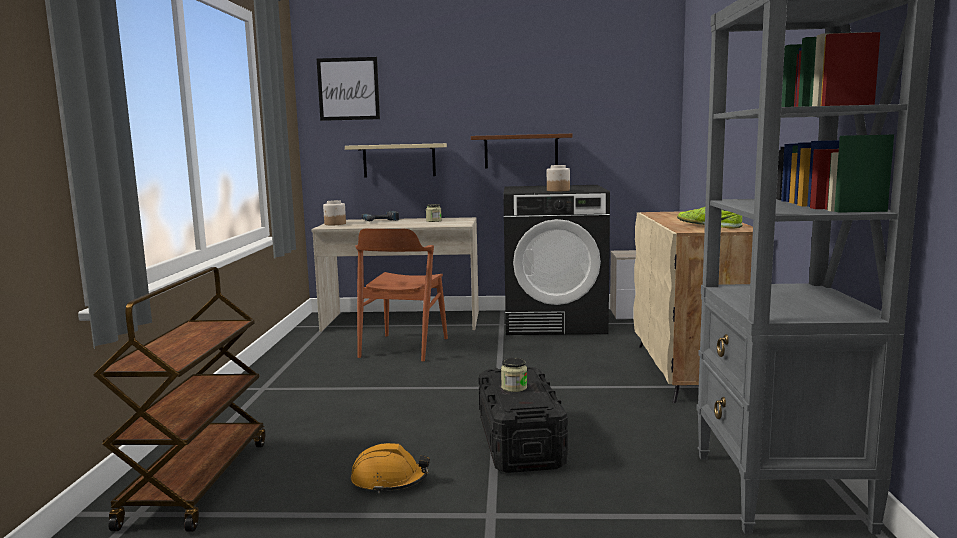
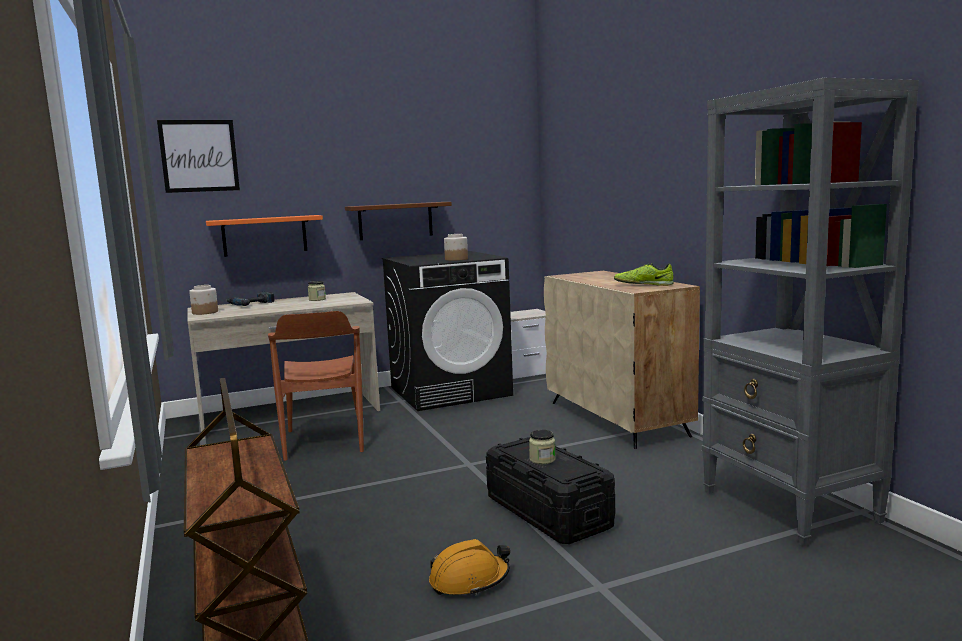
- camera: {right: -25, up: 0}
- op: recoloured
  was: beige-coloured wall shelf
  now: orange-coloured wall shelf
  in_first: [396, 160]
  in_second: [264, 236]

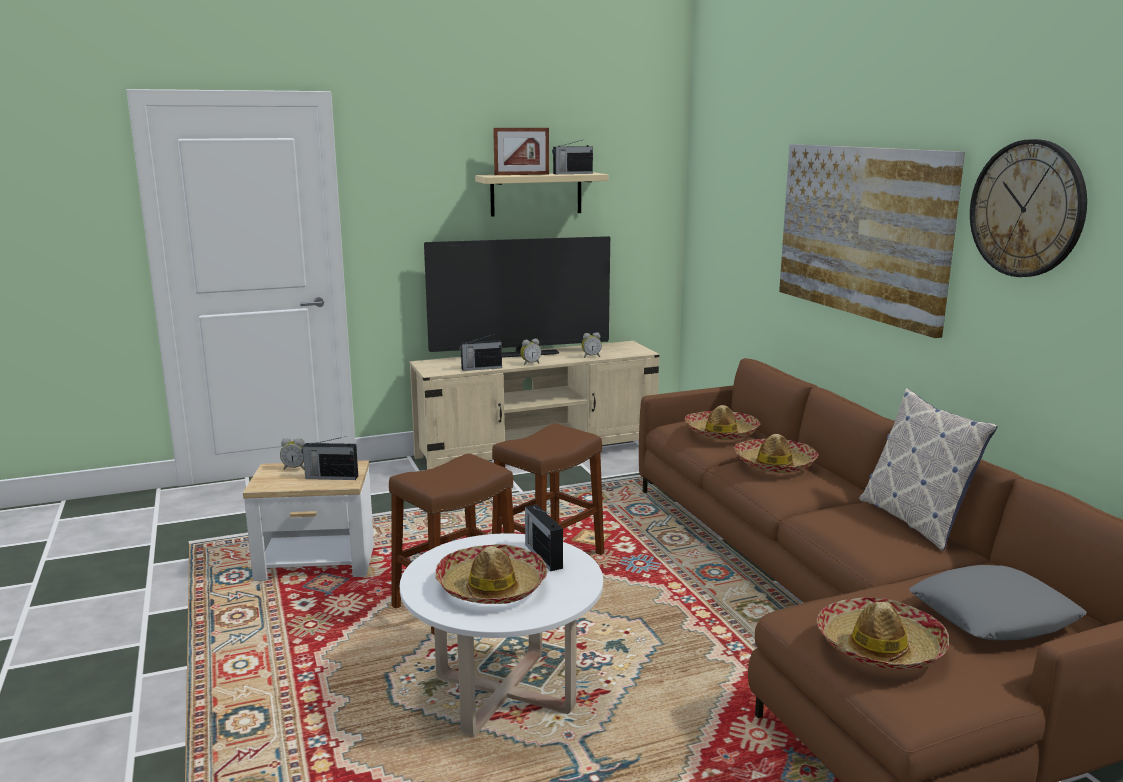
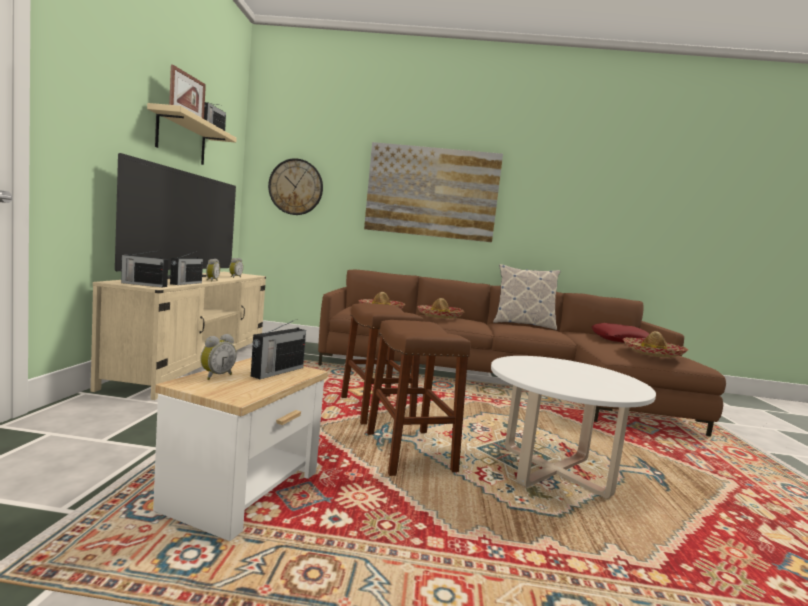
- camera: {right: -65, up: -10}
- op: removed
  was: hat
  in_first: [491, 574]
- op: moved
  was: radio set
  in_first: [544, 537]
  in_second: [144, 268]
- op: recoloured
  was: greyish pillow
  now: red pillow
  in_first: [998, 603]
  in_second: [620, 333]
- op: moved
  was: hanging clock
  in_first: [1028, 208]
  in_second: [295, 186]

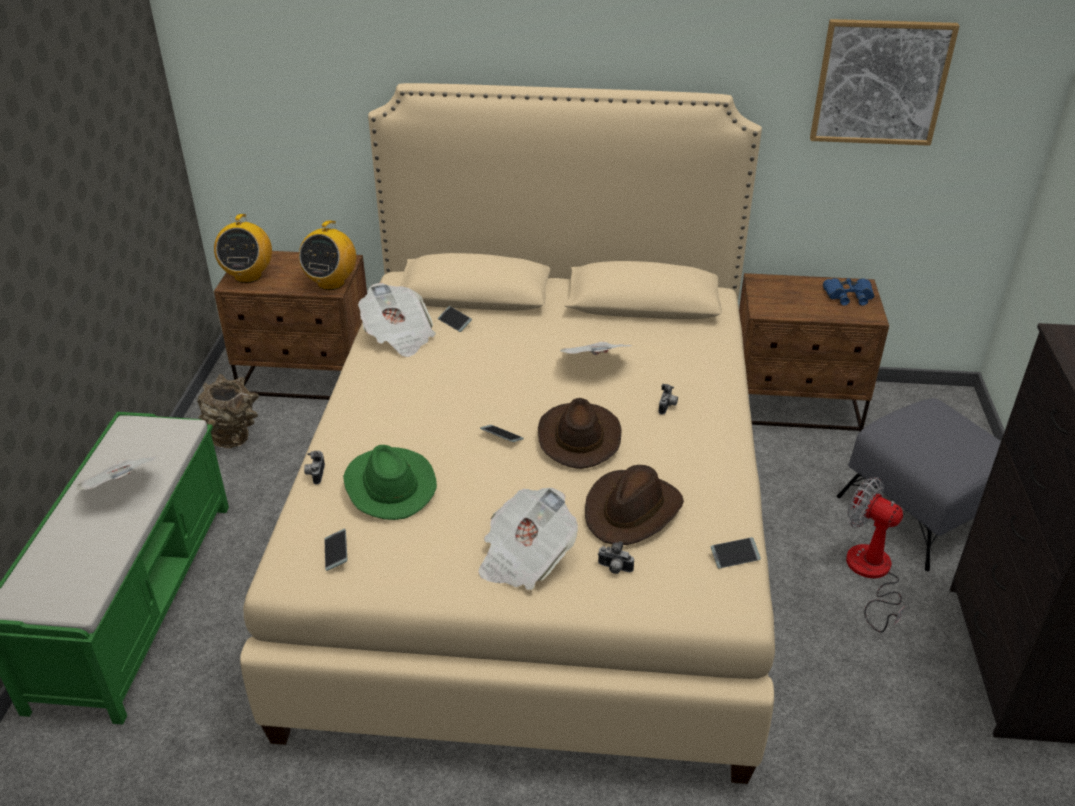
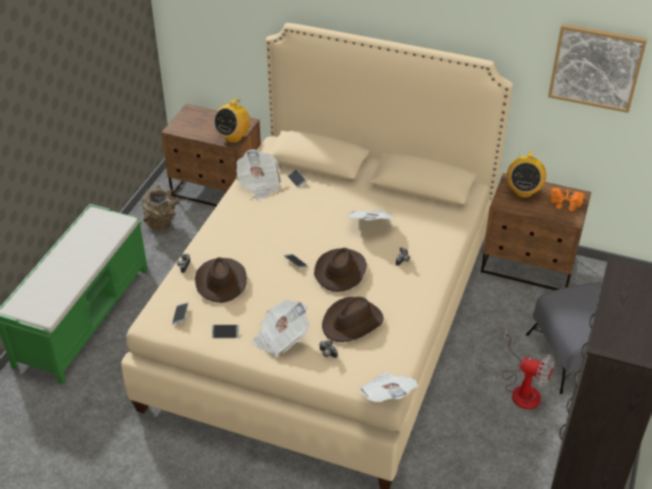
- camera: {right: 15, up: 5}
- op: moved
  was: newspaper
  in_first: [116, 473]
  in_second: [388, 387]
- op: moved
  was: radio set
  in_first: [243, 248]
  in_second: [526, 174]
- op: recoloured
  was: greenish hat
  now: brownish hat
  in_first: [390, 482]
  in_second: [221, 280]
- op: moved
  was: telephone
  in_first: [736, 552]
  in_second: [225, 331]
- op: recoloured
  was: blue field glasses
  now: orange-coloured field glasses
  in_first: [849, 292]
  in_second: [567, 199]
- op: turned
  was: fan
  in_first: [875, 555]
  in_second: [528, 368]
  clockwise: 150

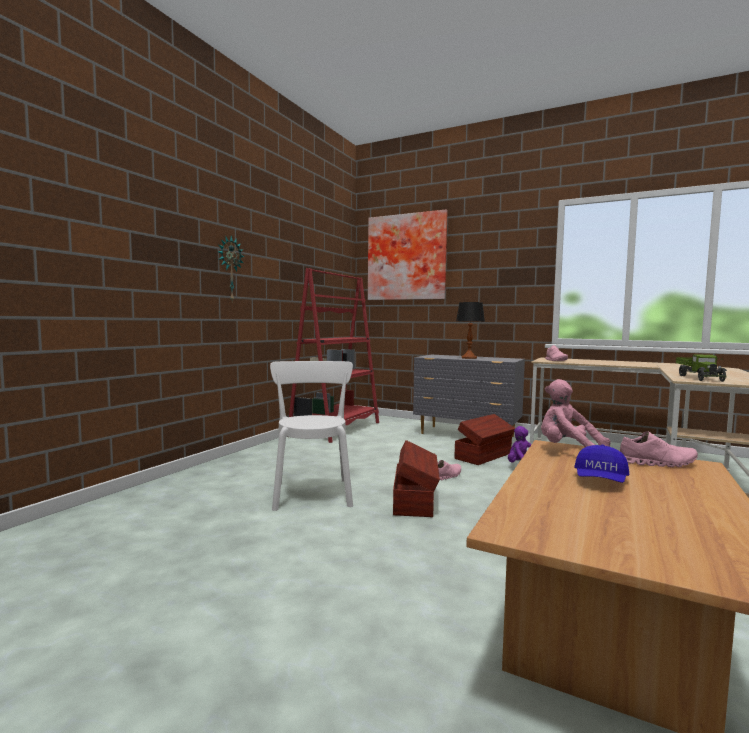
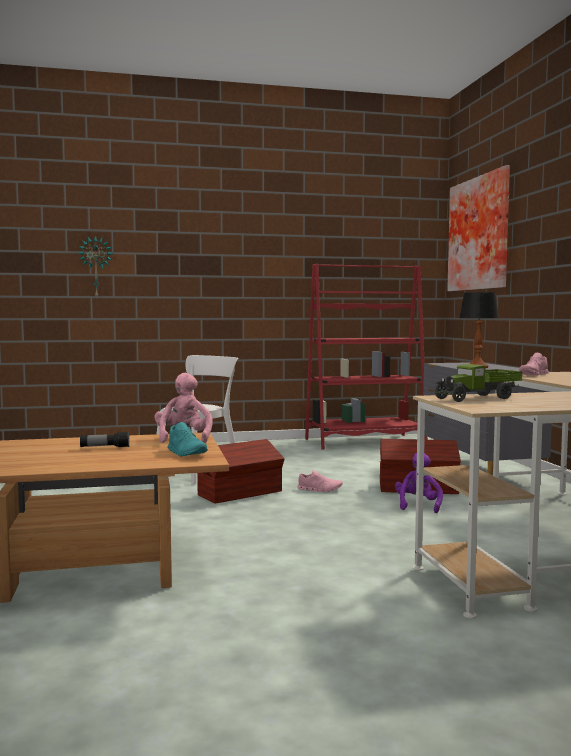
- camera: {right: 50, up: 0}
- op: moved
  was: hanging clock
  in_first: [231, 269]
  in_second: [96, 266]
- op: replaced
  was: blue baseball cap
  now: hand torch
  in_first: [601, 464]
  in_second: [104, 439]
- op: recoloured
  was: pink-coloured low shoe
  now: turquoise-coloured low shoe
  in_first: [659, 449]
  in_second: [188, 439]

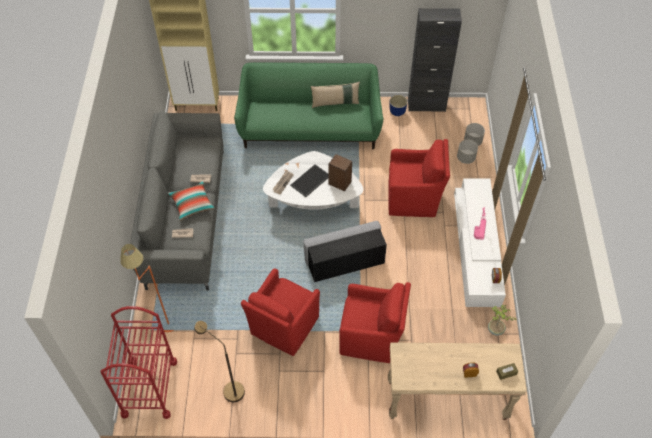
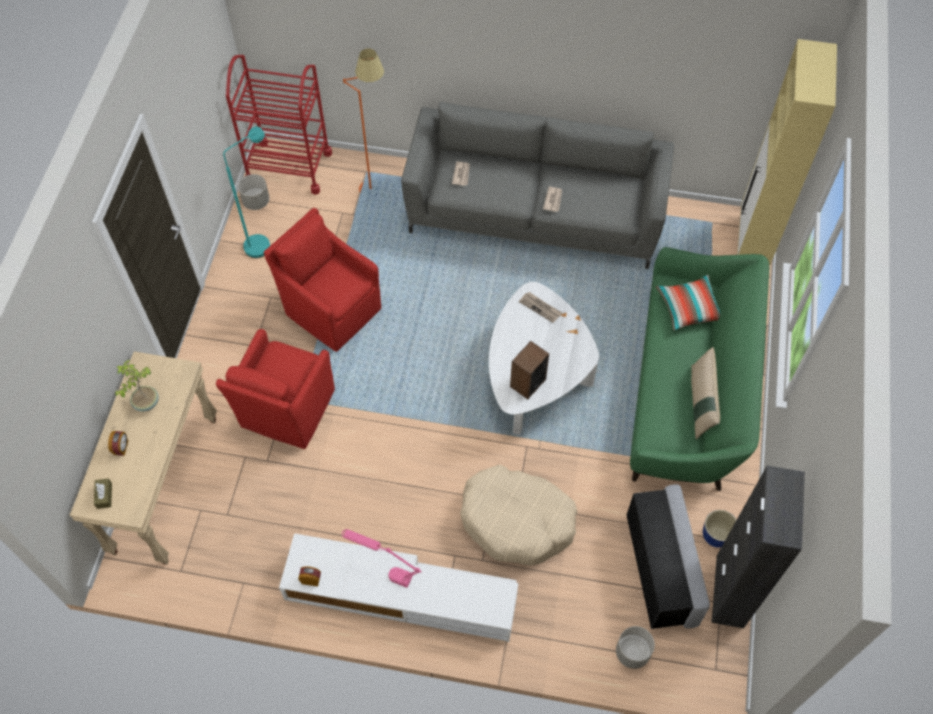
- camera: {right: 100, up: 5}
- op: moved
  was: pillow
  in_first: [191, 201]
  in_second: [688, 303]
- op: recoloured
  was: brownish standard lamp
  now: turquoise-coloured standard lamp
  in_first: [219, 361]
  in_second: [246, 192]
- op: removed
  was: tray
  in_first: [309, 180]
- op: moved
  was: greyish footrest
  in_first: [345, 251]
  in_second: [668, 556]
- op: replaced
  was: red lounge chair
  now: beige-coloured dog cushion
  in_first: [419, 178]
  in_second: [519, 515]
- op: moved
  was: greyish planter
  in_first: [467, 152]
  in_second: [254, 192]
- op: moved
  was: plant in a pot
  in_first: [502, 320]
  in_second: [137, 386]

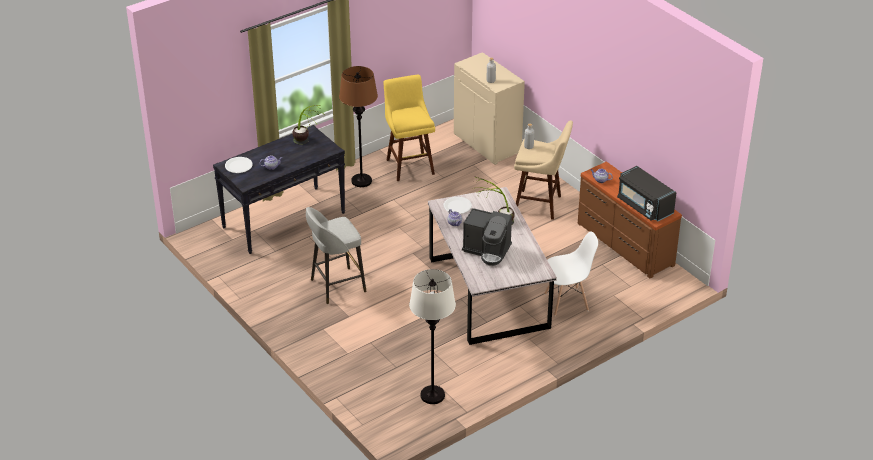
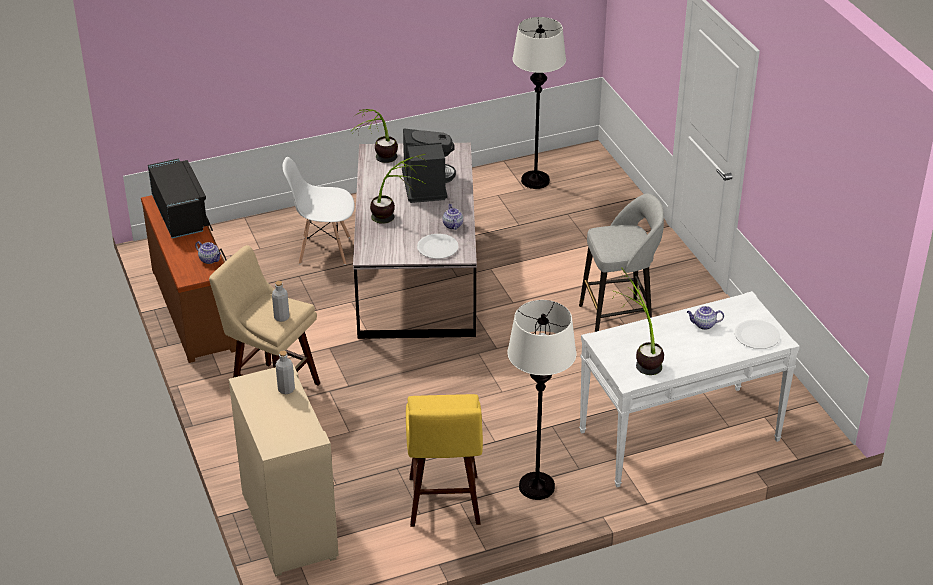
- camera: {right: -165, up: 0}
- op: recoloured
  was: blackish narrow table
  now: white-coloured narrow table
  in_first: [279, 189]
  in_second: [689, 389]
- op: recoloured
  was: brownish standard lamp
  now: white-coloured standard lamp
  in_first: [358, 126]
  in_second: [541, 400]
- op: turned
  was: coffee machine
  in_first: [487, 237]
  in_second: [429, 165]
  clockwise: 45
- op: added
  now: plant in a pot
  in_second: [375, 136]

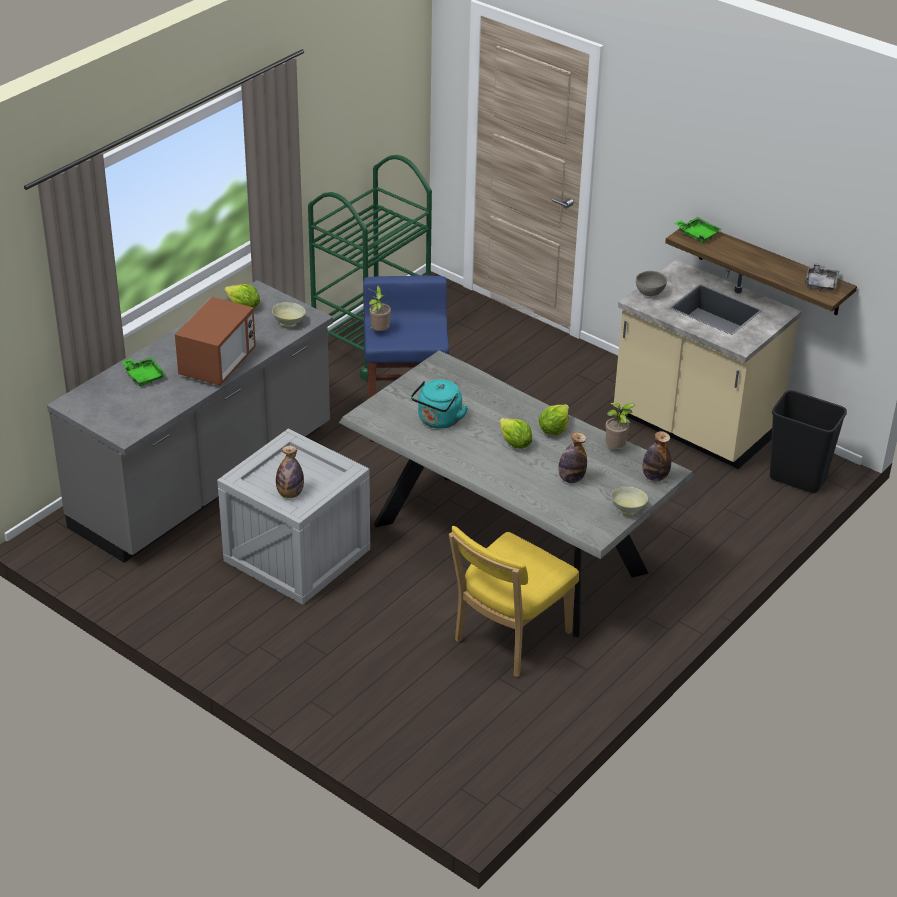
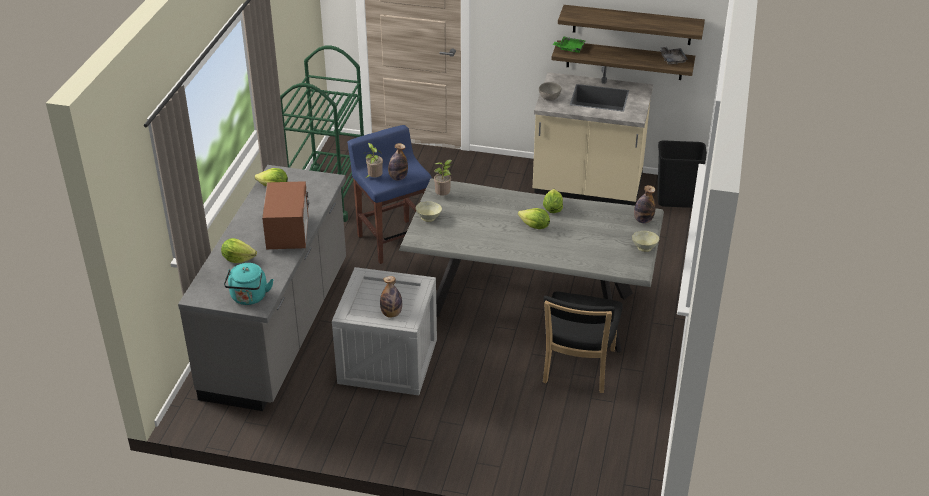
- camera: {right: -25, up: 0}
- op: replaced
  was: greenish tray
  now: lettuce head
  in_first: [144, 371]
  in_second: [239, 250]
- op: moved
  was: beige-coloured serving bowl
  in_first: [289, 315]
  in_second: [429, 211]
- op: moved
  was: turquoise-coloured tea kettle
  in_first: [439, 404]
  in_second: [249, 284]
- op: recoloured
  was: yellow plain chair
  now: blackish plain chair
  in_first: [514, 601]
  in_second: [583, 342]
- op: moved
  was: bottle
  in_first: [572, 457]
  in_second: [398, 162]
- op: moved
  was: plant in a pot
  in_first: [620, 425]
  in_second: [443, 178]
- op: added
  now: wall shelf
  in_second: [631, 25]

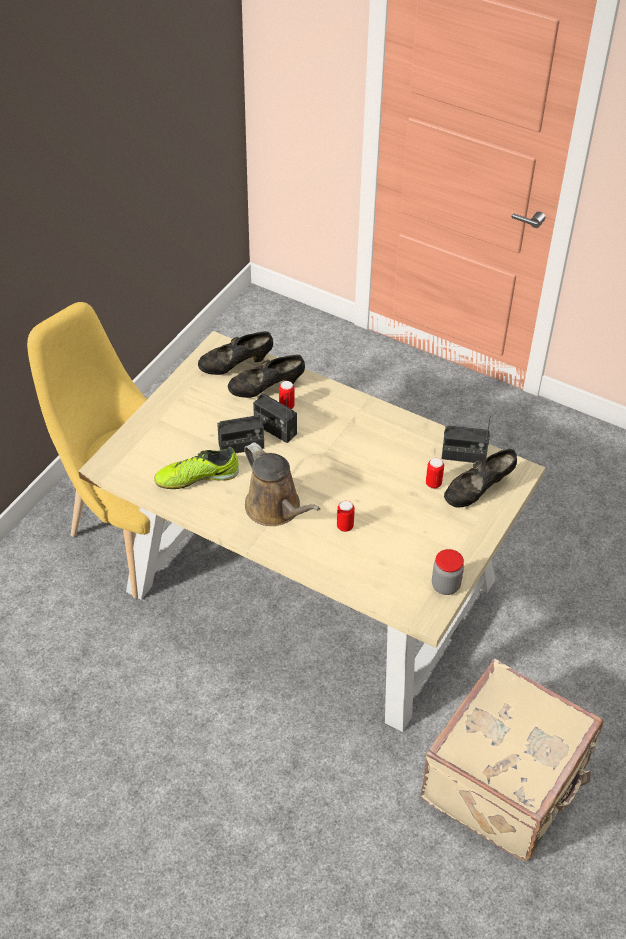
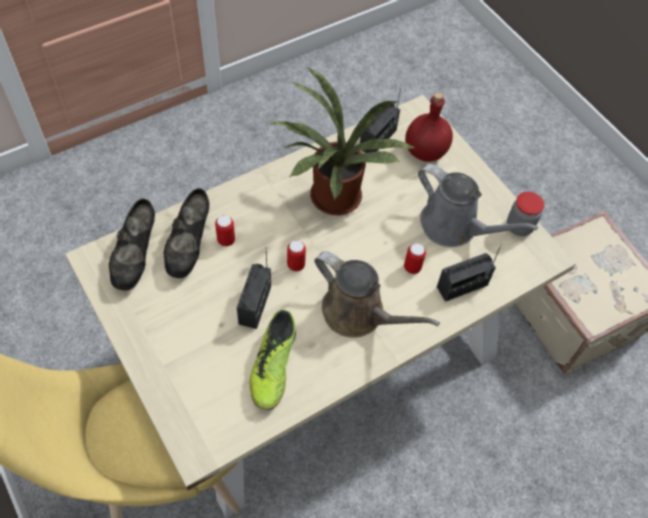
- camera: {right: -65, up: 10}
- op: turned
  was: brownish watering pot
  in_first: [282, 484]
  in_second: [377, 294]
  clockwise: 45
- op: moved
  was: radio set
  in_first: [275, 418]
  in_second: [469, 273]
- op: moved
  was: sealed can
  in_first: [435, 473]
  in_second: [296, 256]
- op: replaced
  was: blackish low shoe
  now: red bottle
  in_first: [480, 478]
  in_second: [429, 127]
- op: added
  now: plant in a pot
  in_second: [342, 141]
- op: added
  now: greyish watering pot
  in_second: [478, 205]

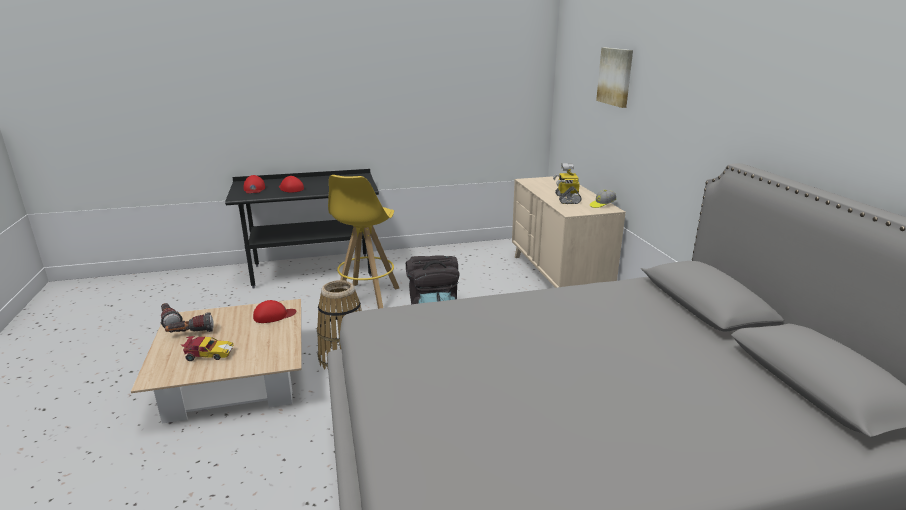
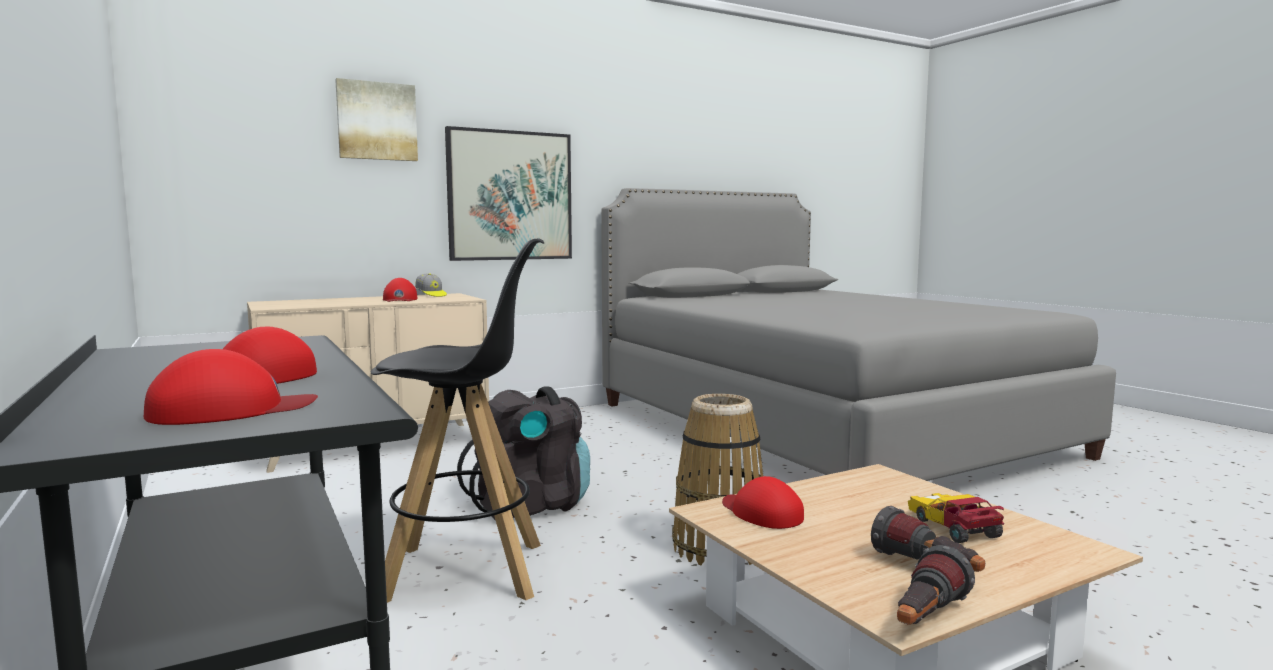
- camera: {right: -105, up: -15}
- op: recoloured
  was: yellow stool
  now: blackish stool
  in_first: [363, 242]
  in_second: [458, 420]
- op: replaced
  was: model robot
  now: red baseball cap
  in_first: [567, 183]
  in_second: [400, 290]
- op: added
  now: wall picture
  in_second: [508, 193]

